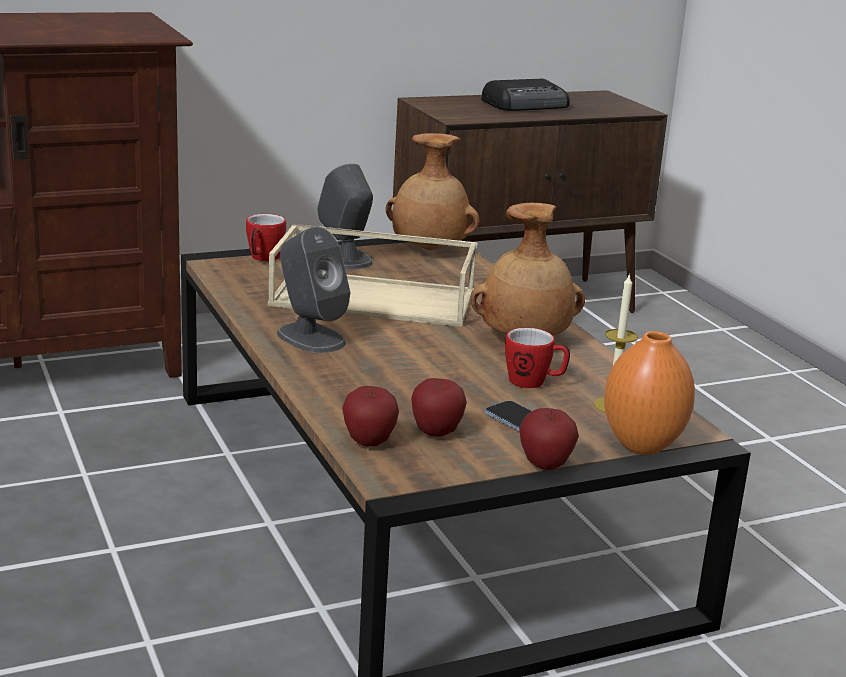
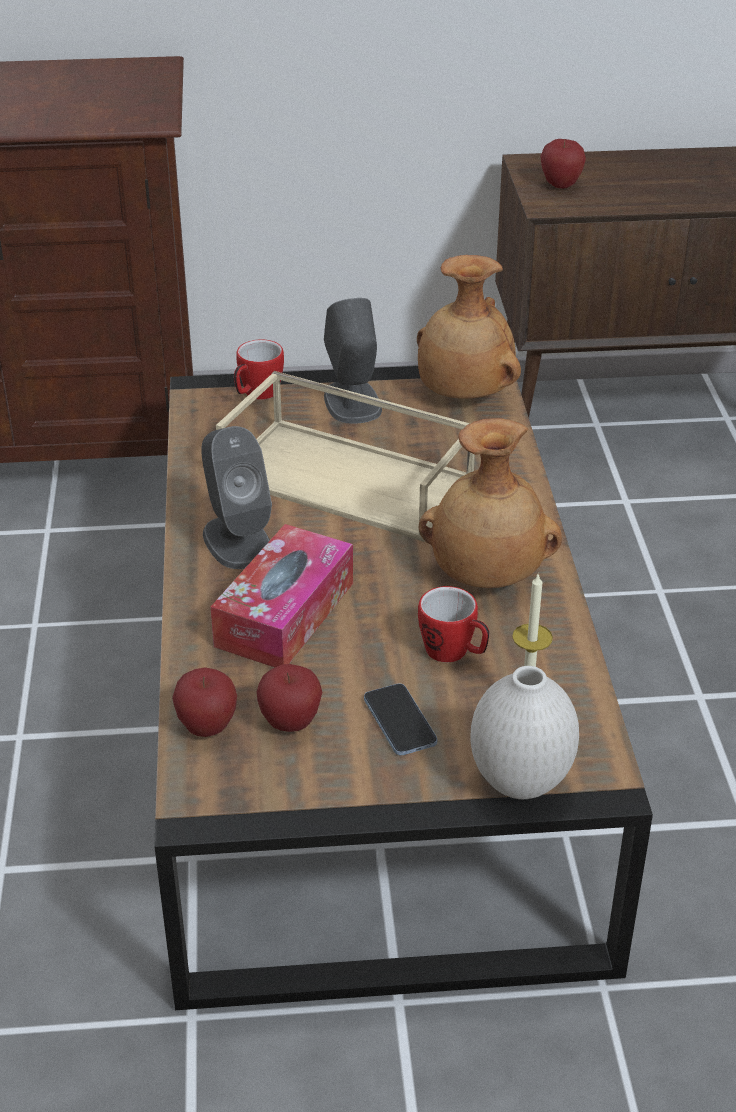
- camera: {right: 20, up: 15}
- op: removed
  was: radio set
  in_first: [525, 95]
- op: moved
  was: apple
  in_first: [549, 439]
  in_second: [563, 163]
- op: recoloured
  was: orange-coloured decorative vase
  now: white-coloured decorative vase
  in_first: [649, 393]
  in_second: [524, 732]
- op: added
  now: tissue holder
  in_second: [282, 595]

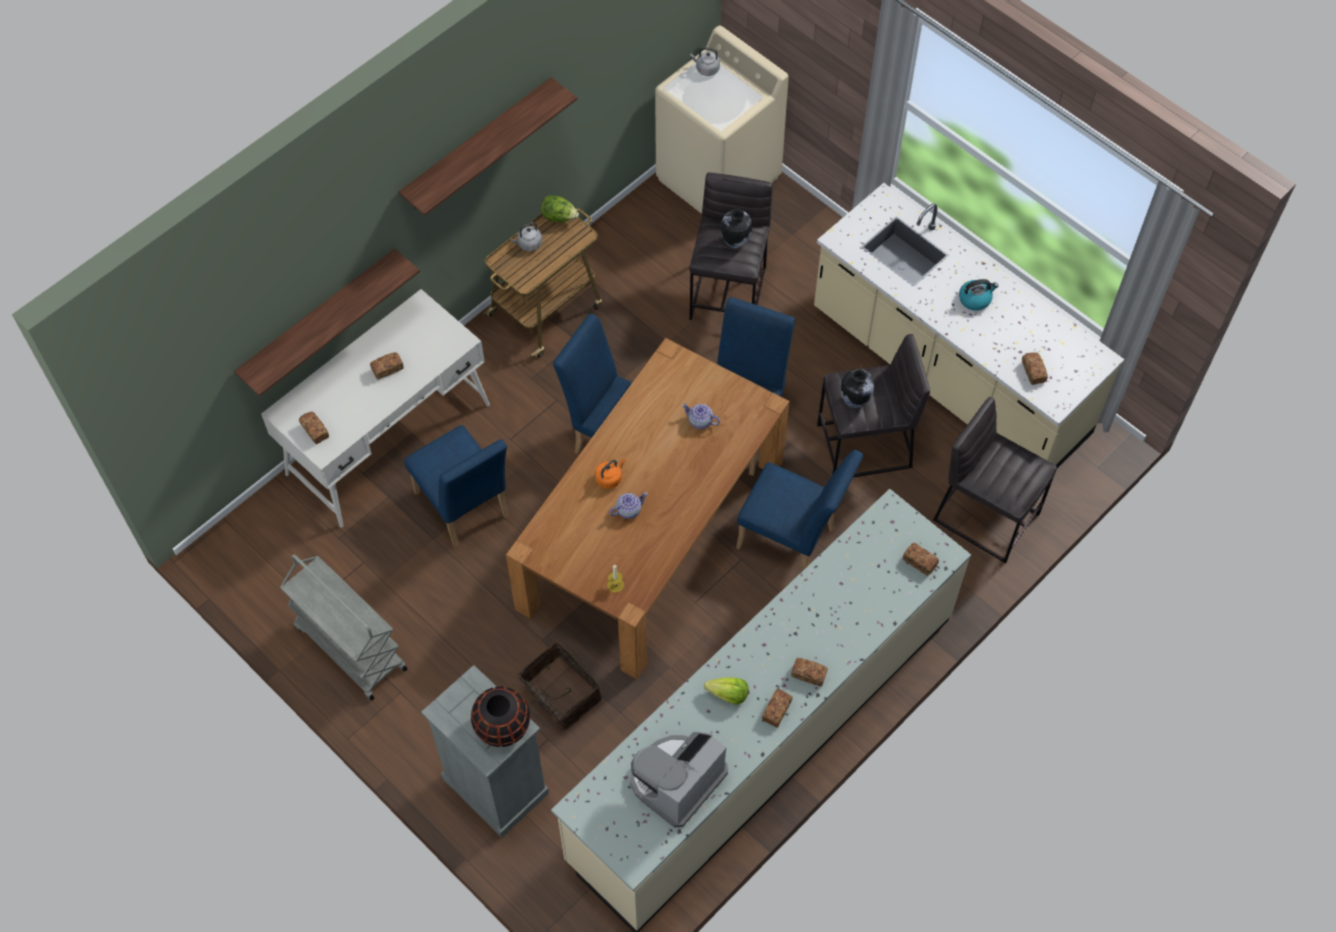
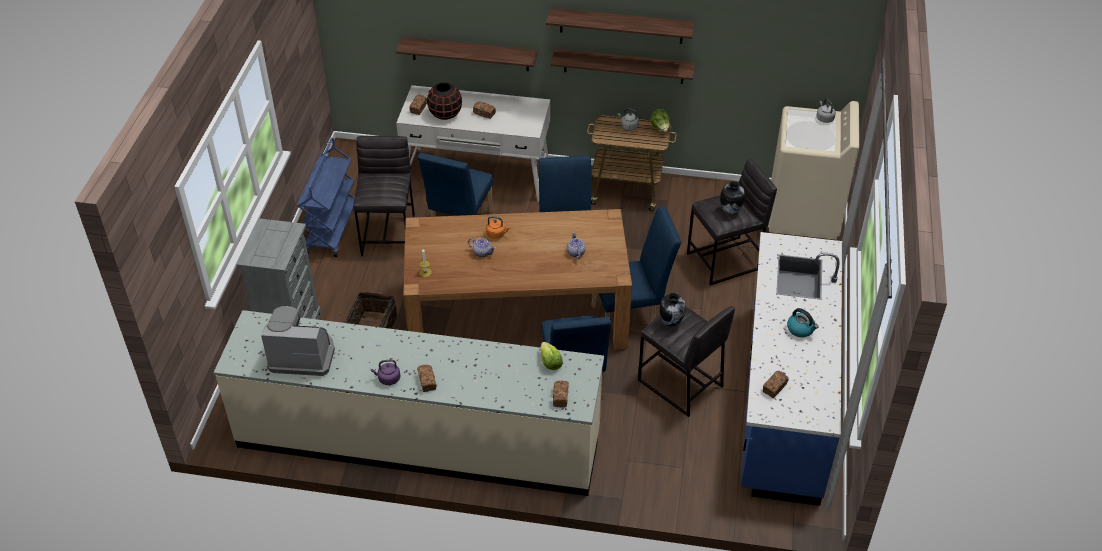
- camera: {right: 55, up: -15}
- op: recoloured
  was: greyish wheeled cart
  now: blue wheeled cart
  in_first: [343, 627]
  in_second: [325, 197]
- op: moved
  was: blackish decorative vase
  in_first: [500, 716]
  in_second: [444, 101]
- op: moved
  was: lettuce head
  in_first: [726, 691]
  in_second: [552, 356]
- op: replaced
  was: baked bread
  now: purple-coloured tea kettle
  in_first: [777, 708]
  in_second: [385, 372]
- op: recoloured
  was: beige-coloured counter
  now: blue counter
  in_first: [969, 325]
  in_second: [791, 369]
- op: moved
  was: greyish stool
  in_first: [995, 480]
  in_second: [384, 196]
- op: added
  now: wall shelf
  in_second: [622, 66]

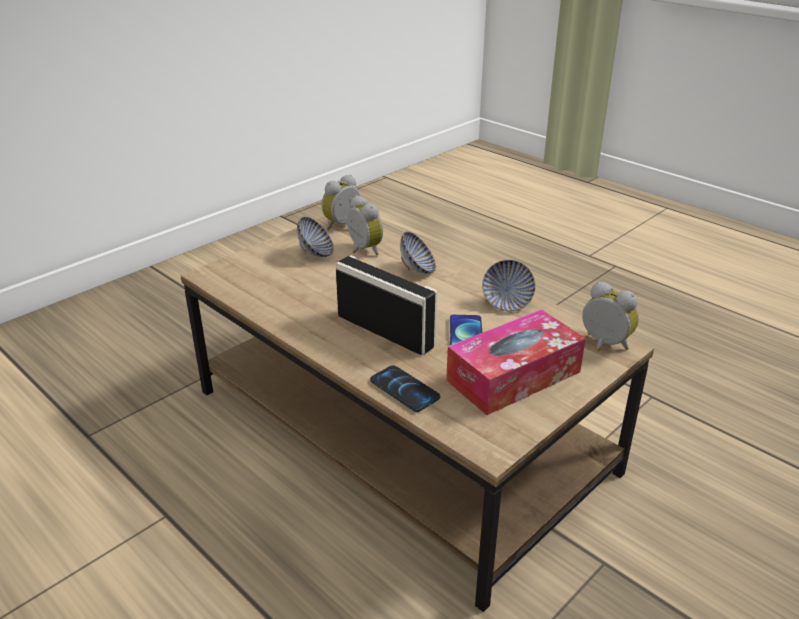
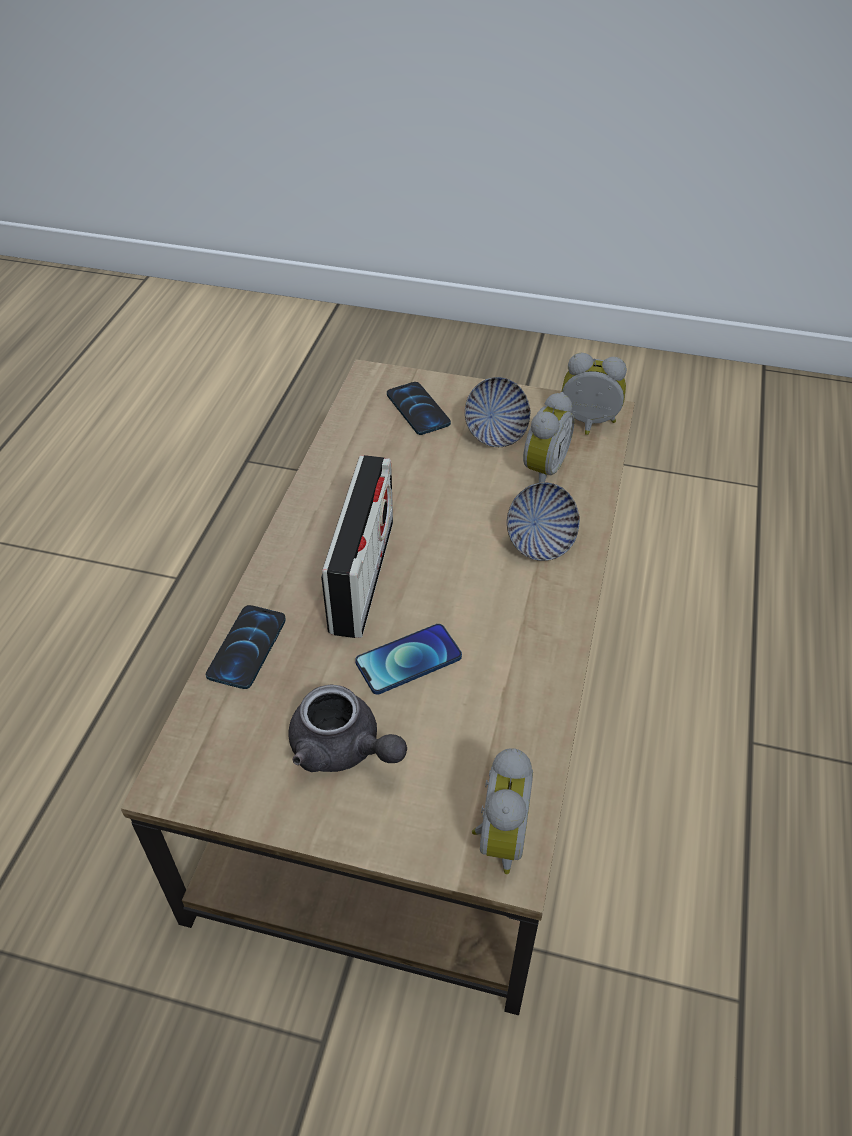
- camera: {right: 60, up: 15}
- op: replaced
  was: tissue holder
  now: greyish pot for tea
  in_first: [516, 362]
  in_second: [347, 728]
- op: removed
  was: serving bowl
  in_first: [508, 285]
- op: added
  now: telephone
  in_second: [419, 408]

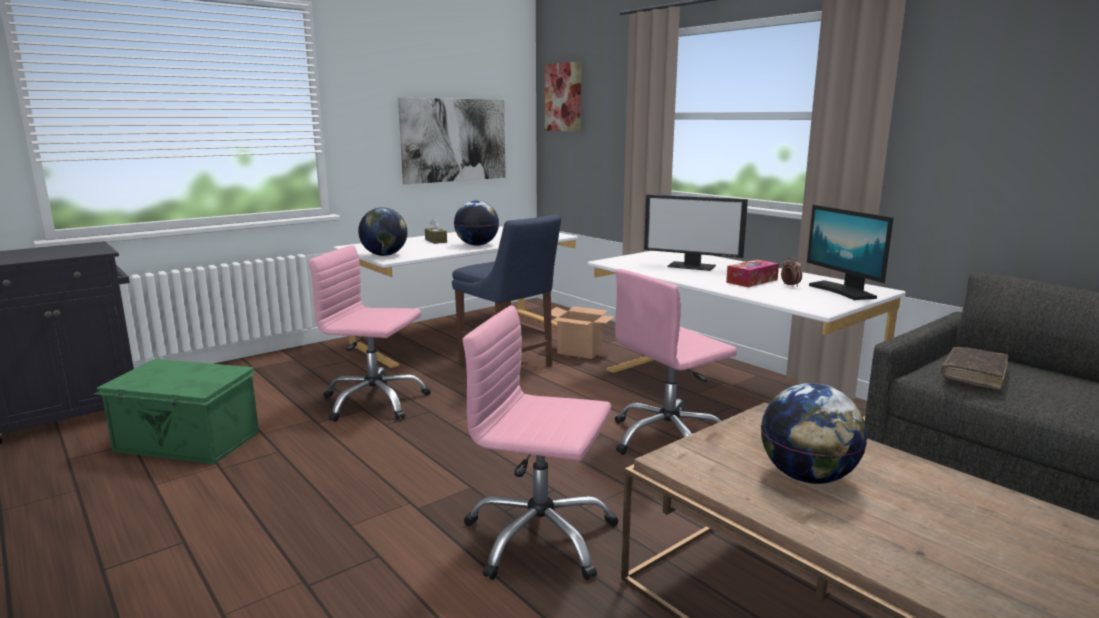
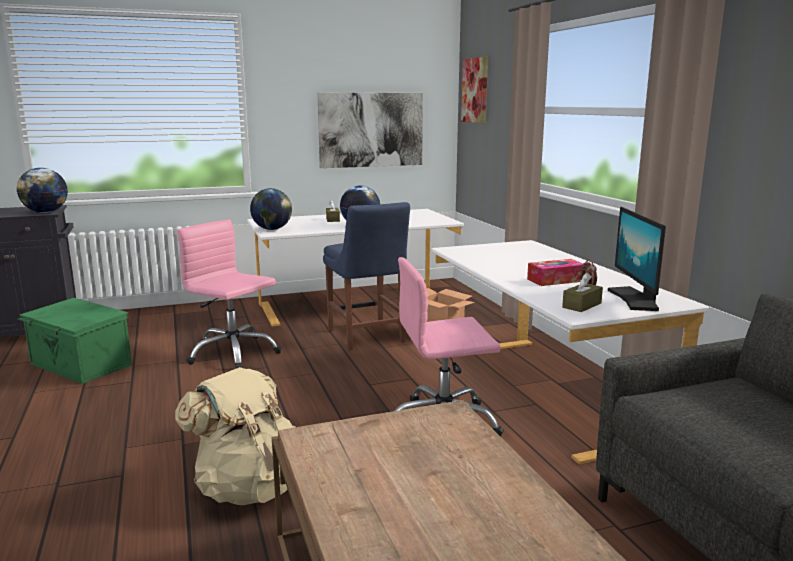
- camera: {right: 20, up: 0}
- op: replaced
  was: pink-coloured computer chair
  now: beige-coloured rucksack
  in_first: [540, 442]
  in_second: [235, 436]
- op: removed
  was: computer screen
  in_first: [696, 232]
- op: moved
  was: globe
  in_first: [814, 433]
  in_second: [42, 190]
- op: removed
  was: brownish volume
  in_first: [975, 368]
- op: added
  now: brownish tissue holder
  in_second: [582, 292]

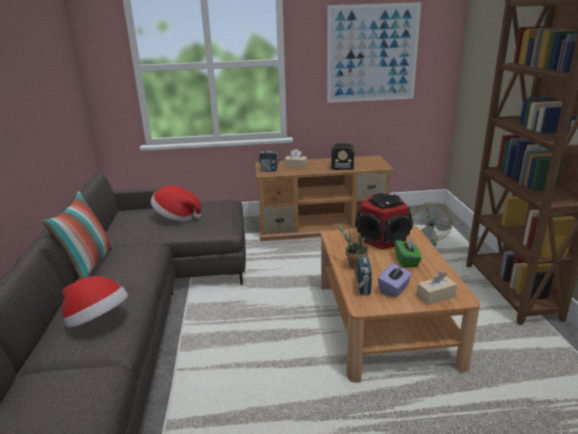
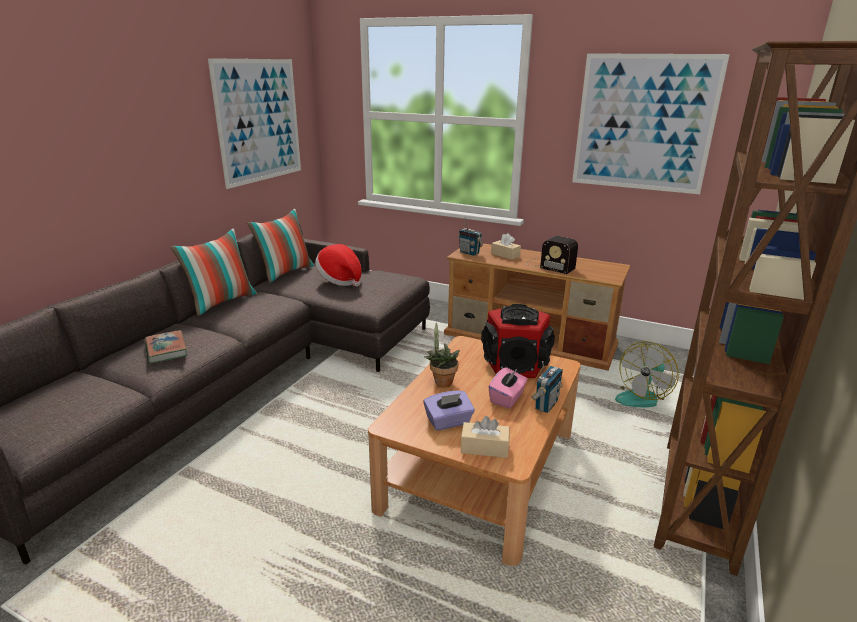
- camera: {right: 30, up: 0}
- op: replaced
  was: hat
  now: volume
  in_first: [95, 302]
  in_second: [166, 347]
- op: moved
  was: radio set
  in_first: [363, 275]
  in_second: [547, 387]
- op: recoloured
  was: greenish tissue holder
  now: pink-coloured tissue holder
  in_first: [408, 253]
  in_second: [508, 388]
- op: added
  now: wall picture
  in_second: [254, 123]
- op: added
  now: pillow
  in_second: [280, 246]

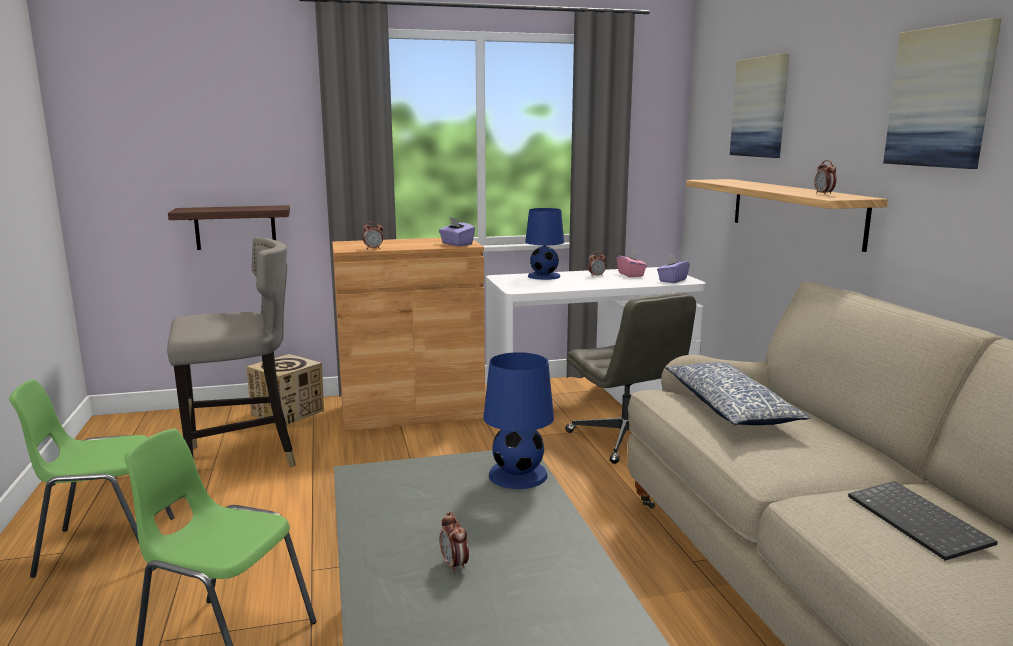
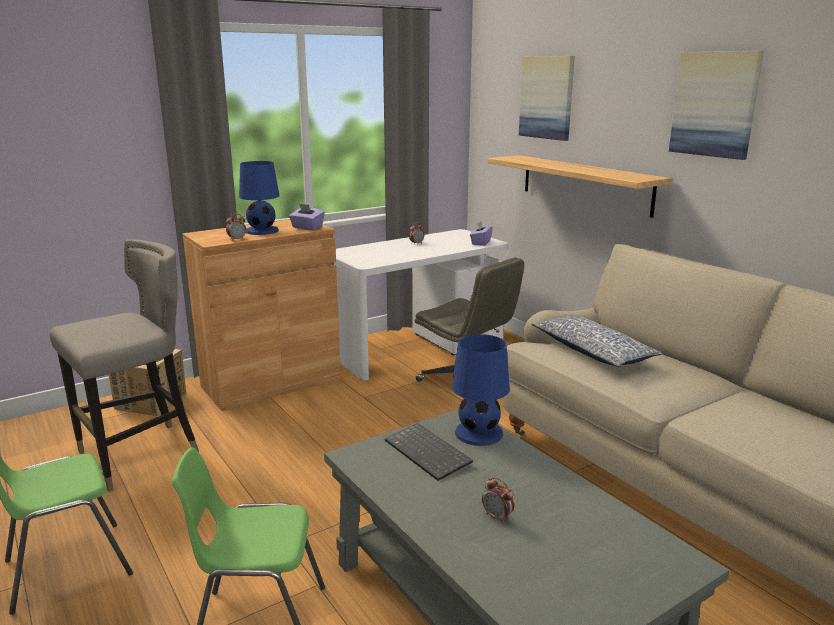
- camera: {right: -20, up: 5}
- op: removed
  was: wall shelf
  in_first: [229, 227]
- op: moved
  was: blue tabletop lamp
  in_first: [544, 244]
  in_second: [259, 198]
- op: removed
  was: pink-coloured tissue holder
  in_first: [632, 263]
- op: removed
  was: alarm clock
  in_first: [825, 177]
- op: moved
  was: computer keyboard
  in_first: [923, 521]
  in_second: [429, 452]

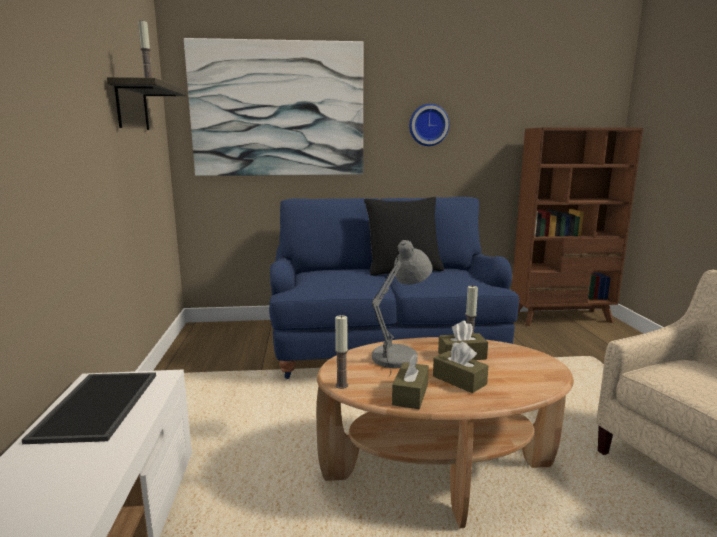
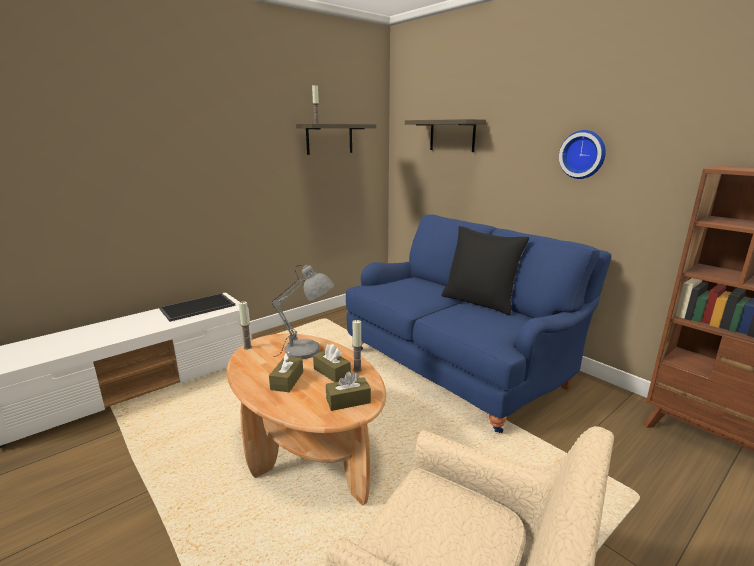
- camera: {right: 55, up: 5}
- op: replaced
  was: wall picture
  now: wall shelf
  in_first: [273, 107]
  in_second: [445, 135]
- op: moved
  was: brownish tissue holder
  in_first: [410, 381]
  in_second: [348, 391]

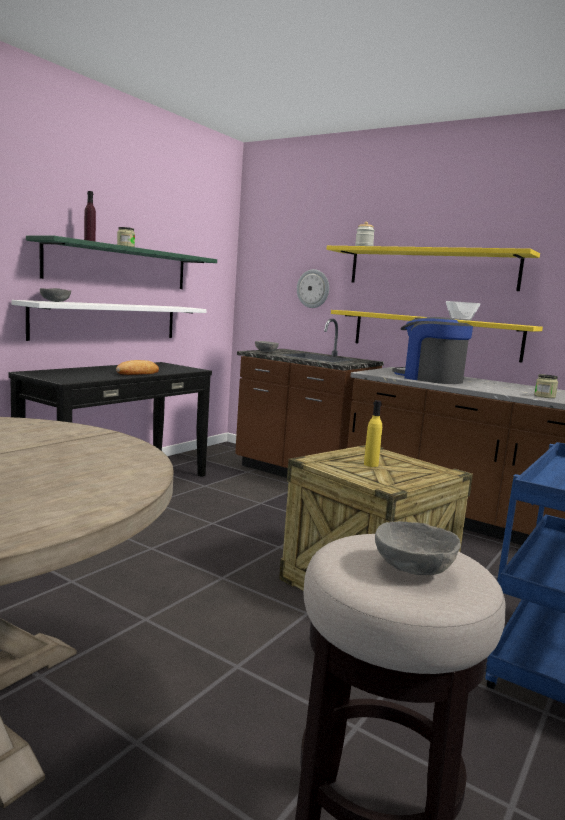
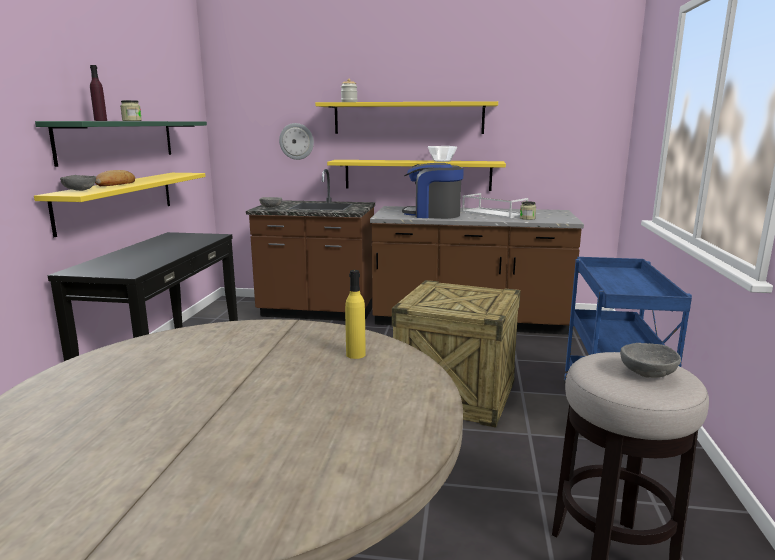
- camera: {right: -25, up: 5}
- op: recoloured
  was: white-coloured wall shelf
  now: yellow wall shelf
  in_first: [109, 320]
  in_second: [120, 205]
- op: moved
  was: baked bread
  in_first: [137, 367]
  in_second: [115, 178]
- op: moved
  was: yellow bottle
  in_first: [373, 433]
  in_second: [355, 314]
- op: added
  now: white-coloured tray
  in_second: [495, 205]

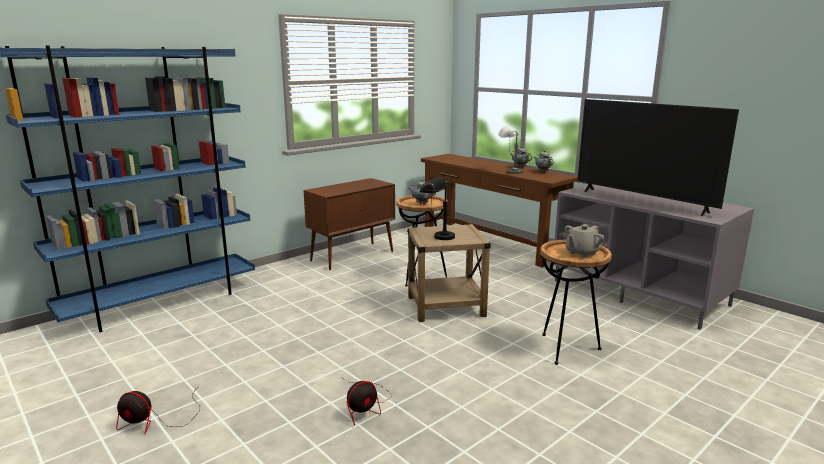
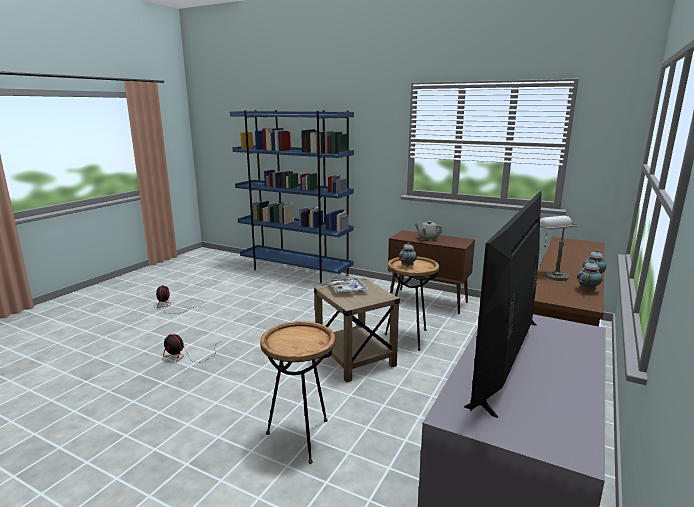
- camera: {right: 70, up: 0}
- op: replaced
  was: blackish tabletop lamp
  now: tray
  in_first: [437, 208]
  in_second: [348, 285]
- op: moved
  was: greyish pot for tea
  in_first: [584, 241]
  in_second: [429, 231]

